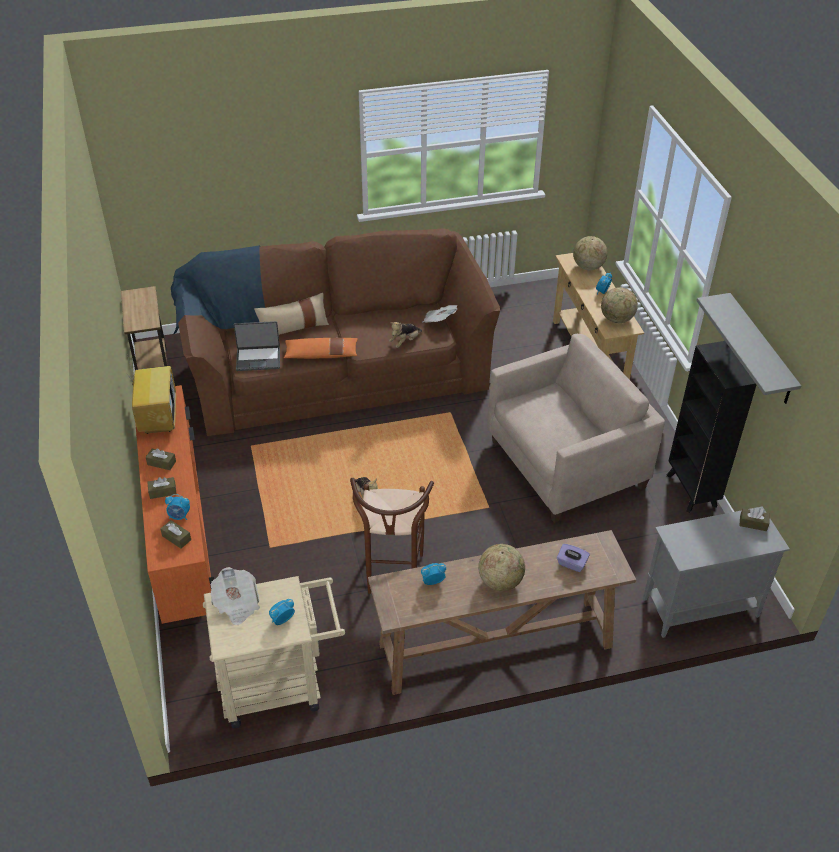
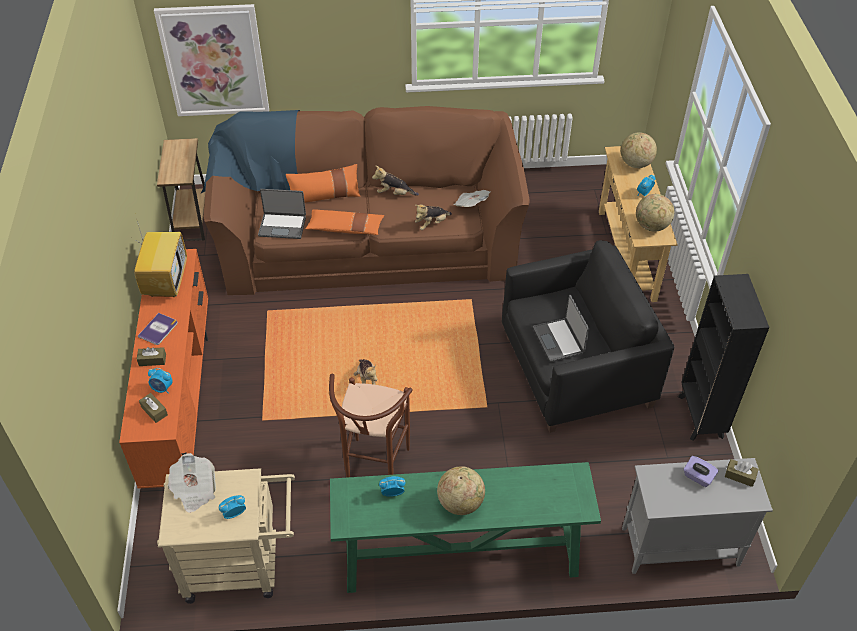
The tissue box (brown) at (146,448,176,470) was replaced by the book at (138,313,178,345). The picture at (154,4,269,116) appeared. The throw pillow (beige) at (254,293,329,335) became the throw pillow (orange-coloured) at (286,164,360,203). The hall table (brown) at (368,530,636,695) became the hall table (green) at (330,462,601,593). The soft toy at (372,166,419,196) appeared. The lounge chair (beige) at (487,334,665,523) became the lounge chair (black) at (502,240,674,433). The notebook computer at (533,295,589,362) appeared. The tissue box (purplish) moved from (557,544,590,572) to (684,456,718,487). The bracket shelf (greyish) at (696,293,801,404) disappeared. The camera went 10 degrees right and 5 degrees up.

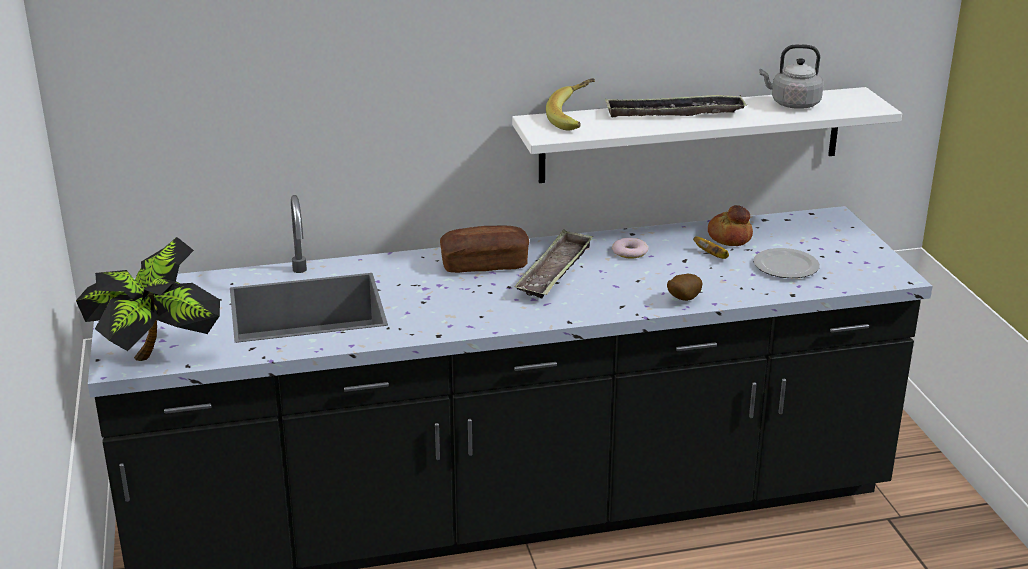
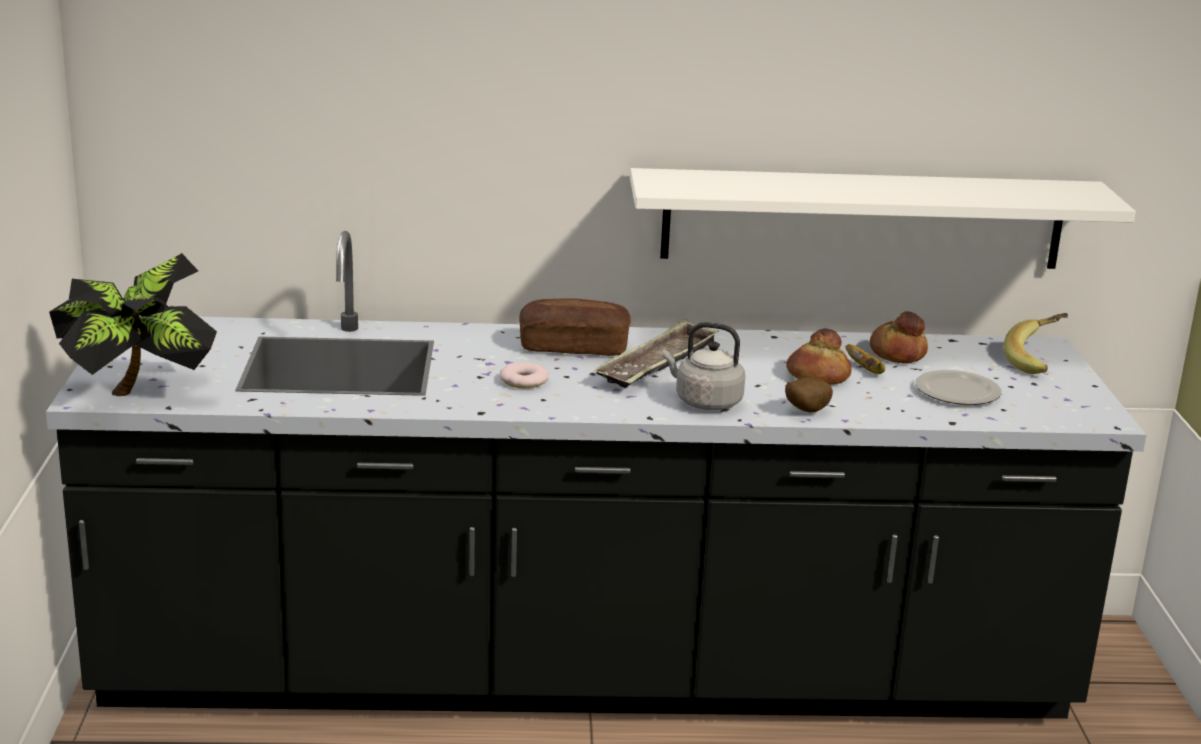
The doughnut moved from (612,238,649,259) to (500,362,549,389). The tea kettle (greyish) moved from (759,44,824,109) to (662,322,745,410). The baked bread at (786,328,851,385) appeared. The banana moved from (546,78,595,131) to (1004,313,1068,374). The serving tray at (605,95,747,117) disappeared. The camera went 10 degrees right and 5 degrees down.

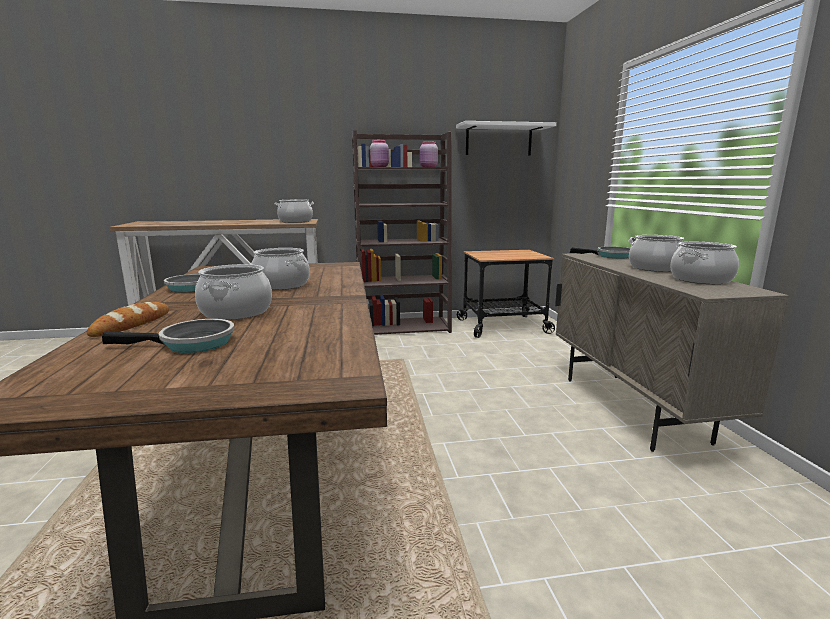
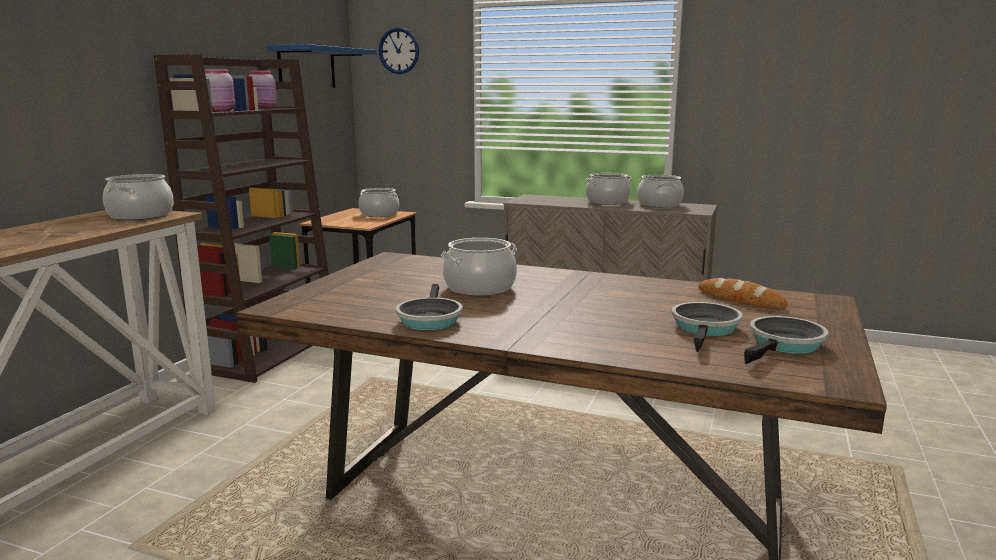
The bracket shelf (whitish) at (456,121,557,156) became the bracket shelf (bluish) at (267,44,377,88). The stockpot moved from (195,264,272,320) to (359,188,399,217). The hanging clock at (379,27,419,74) appeared. The baked bread moved from (87,302,169,337) to (699,278,788,308). The skillet moved from (570,246,630,259) to (744,316,828,364). The camera went 60 degrees left and 0 degrees up.

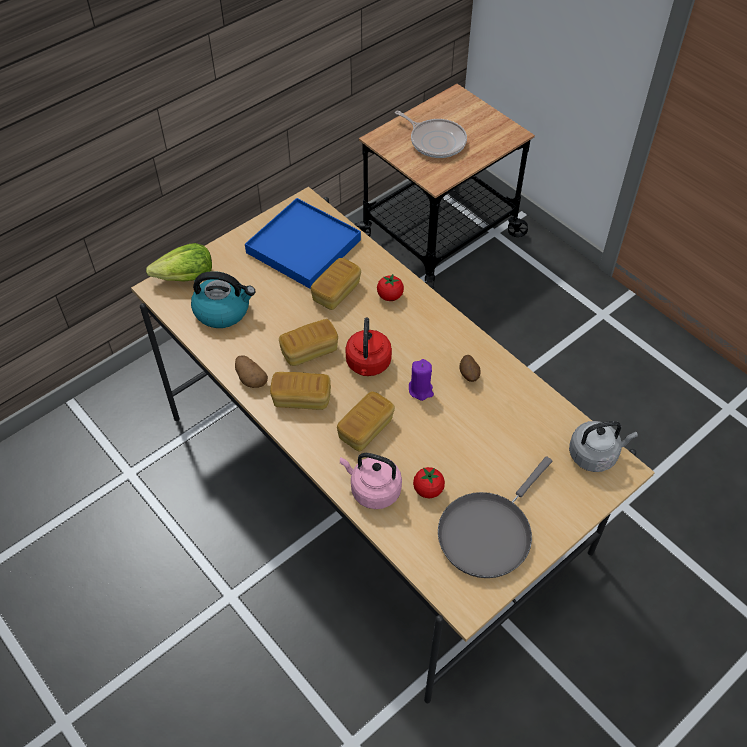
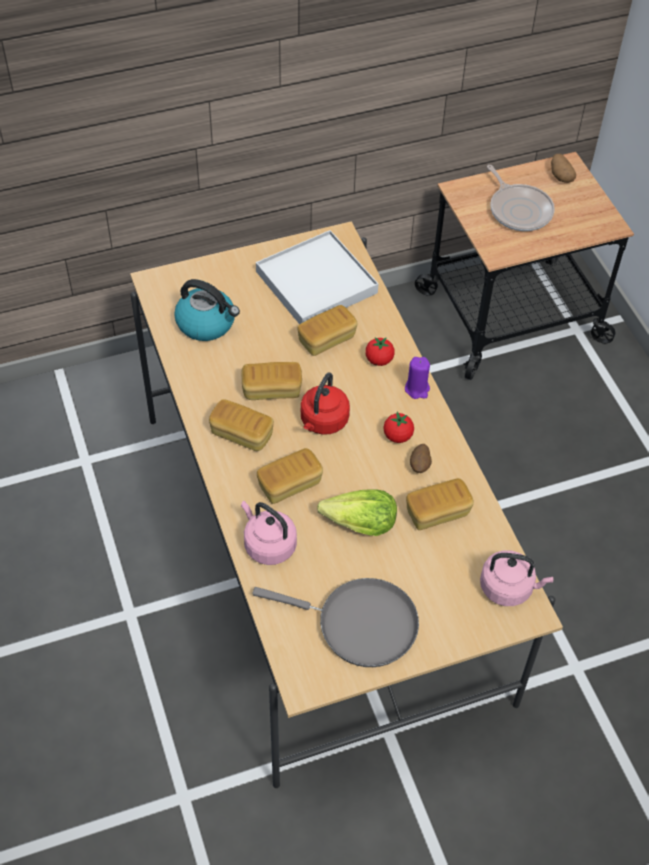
The skillet (greyish) at (438,456,552,578) turned 135 degrees counterclockwise. The serving tray (bluish) at (245,198,361,289) became the serving tray (whitish) at (256,230,378,324). The head of lettuce moved from (146,243,212,282) to (317,489,397,536). The fresh tomato moved from (413,467,445,498) to (383,412,414,443). The wax candle (purplish) moved from (409,359,434,401) to (405,357,430,399). The baked bread at (406,478,474,530) appeared. The tea kettle (greyish) at (569,421,638,472) became the tea kettle (pink-coloured) at (480,550,553,606). The potato moved from (235,355,268,388) to (551,154,576,183). The camera went 20 degrees right and 0 degrees up.

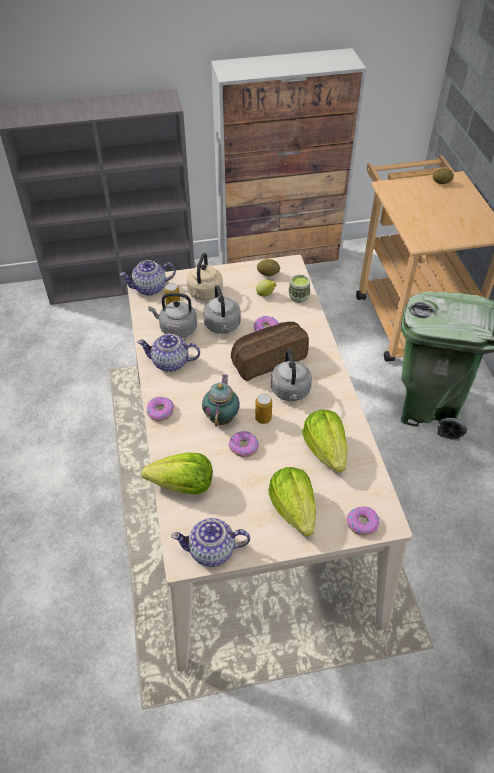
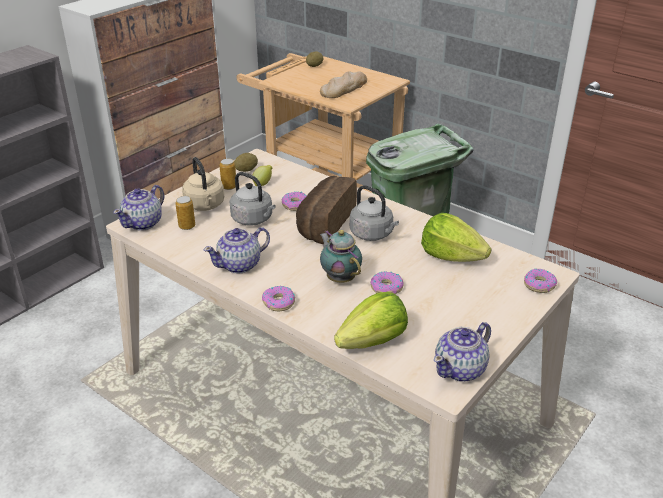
The metal can moved from (255,394,272,424) to (219,158,236,190). The baked bread at (320,71,367,98) appeared. The tea kettle (greyish) at (148,293,197,338) disappeared. The head of lettuce at (268,467,316,536) disappeared. The drinking cup at (288,274,310,303) disappeared. The camera went 40 degrees left and 15 degrees down.

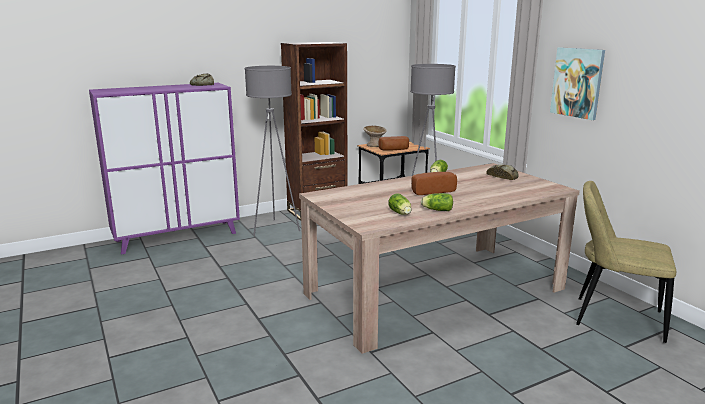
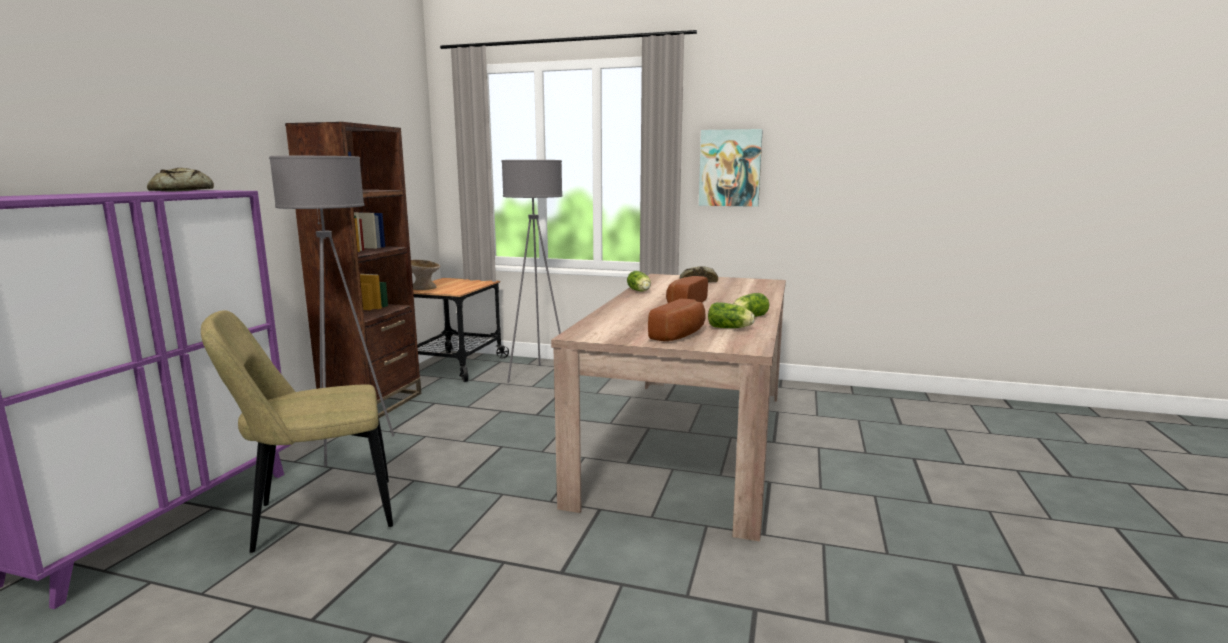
The plain chair (beige) moved from (576,181,676,343) to (201,310,393,553). The baked bread moved from (379,136,409,150) to (648,299,706,341). The camera went 45 degrees left and 5 degrees down.

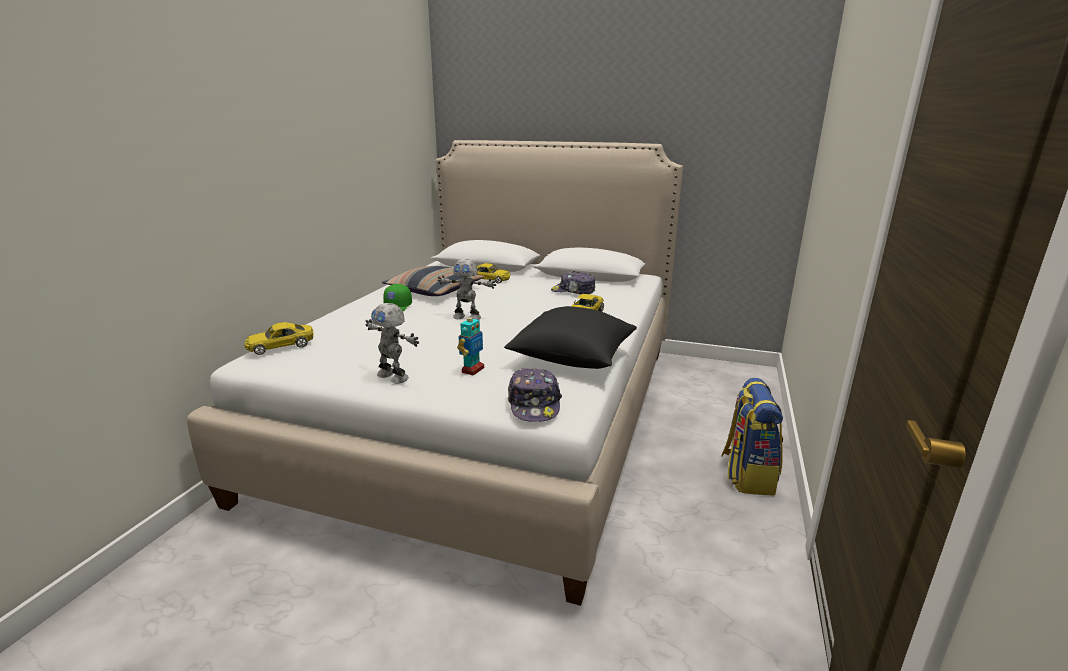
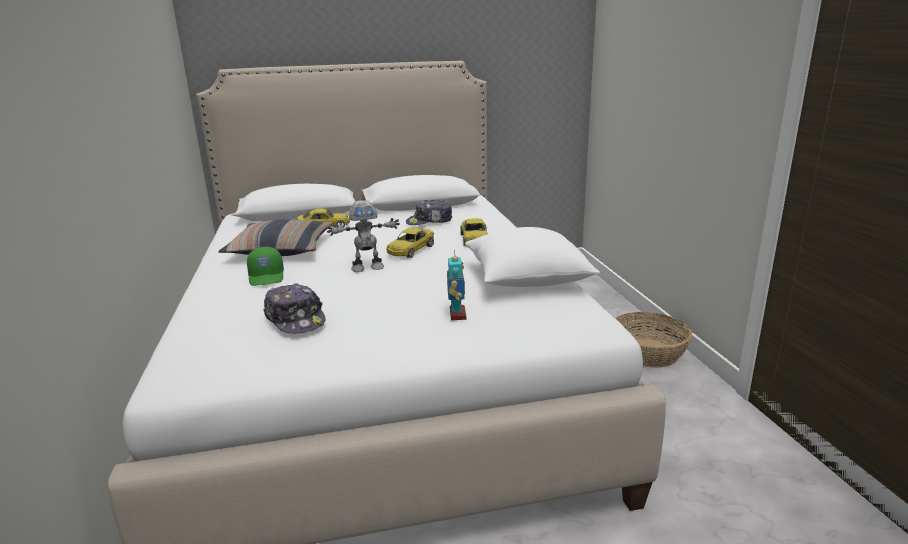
The baseball cap moved from (508,368,562,422) to (263,284,326,334). The model car (yellow) moved from (244,322,314,355) to (387,228,434,258). The throw pillow (black) at (504,306,637,369) became the throw pillow (whitish) at (465,227,600,287). The rucksack at (721,378,783,496) was replaced by the storage basket at (615,312,692,368). The robot figure at (365,303,419,384) disappeared. The camera went 30 degrees left and 0 degrees up.

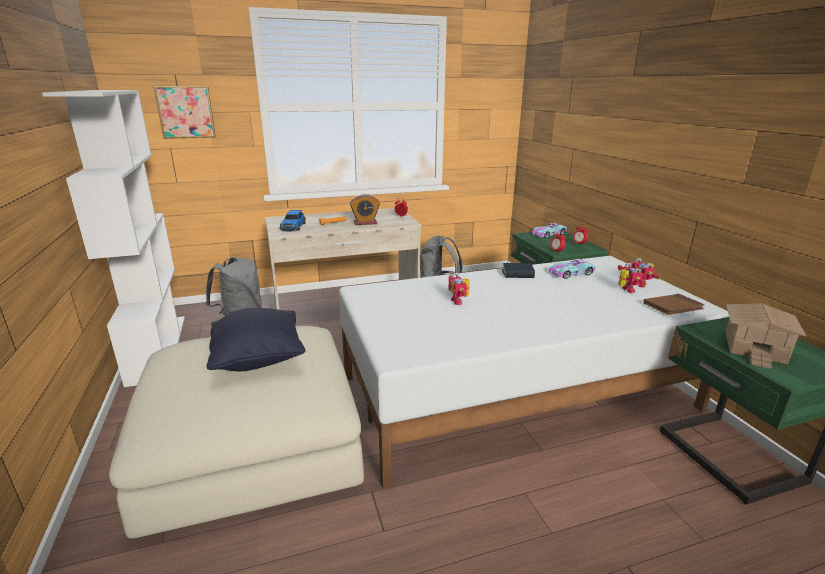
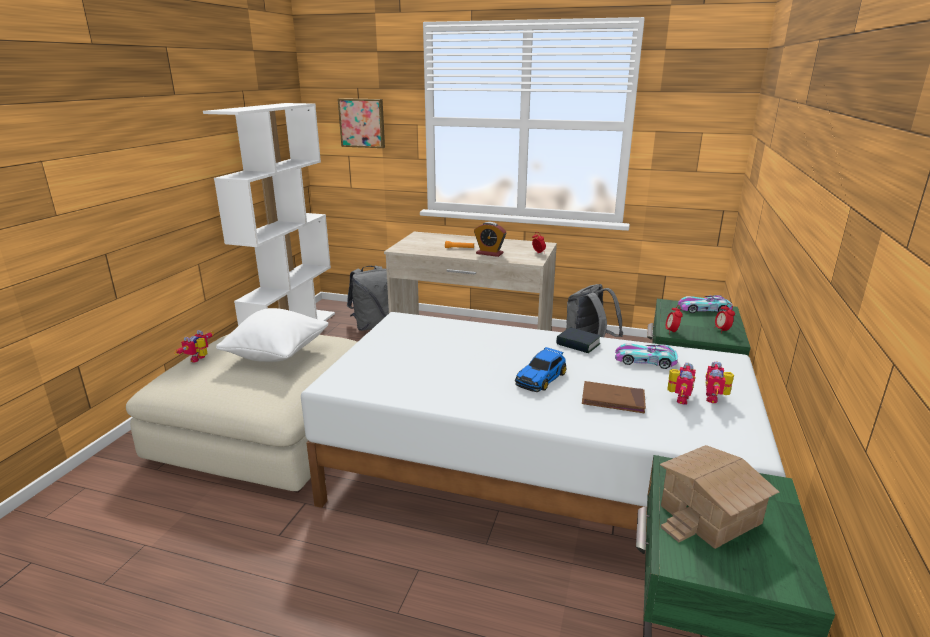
The robot figure moved from (448,273,470,305) to (174,330,214,363). The throw pillow (black) at (207,308,305,371) became the throw pillow (whitish) at (216,308,328,362). The model car moved from (280,210,306,231) to (515,347,567,392). The book (brown) moved from (643,294,705,315) to (582,381,646,413). The camera went 35 degrees right and 0 degrees up.

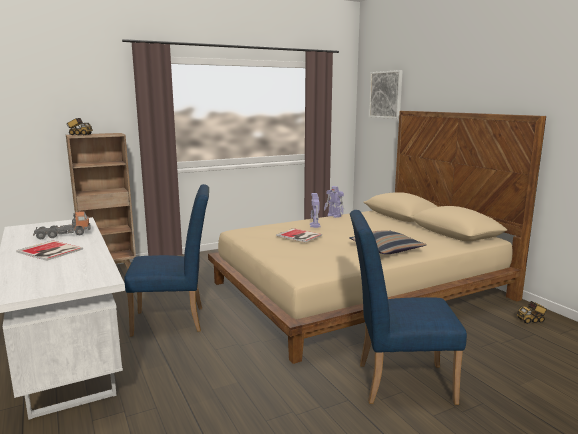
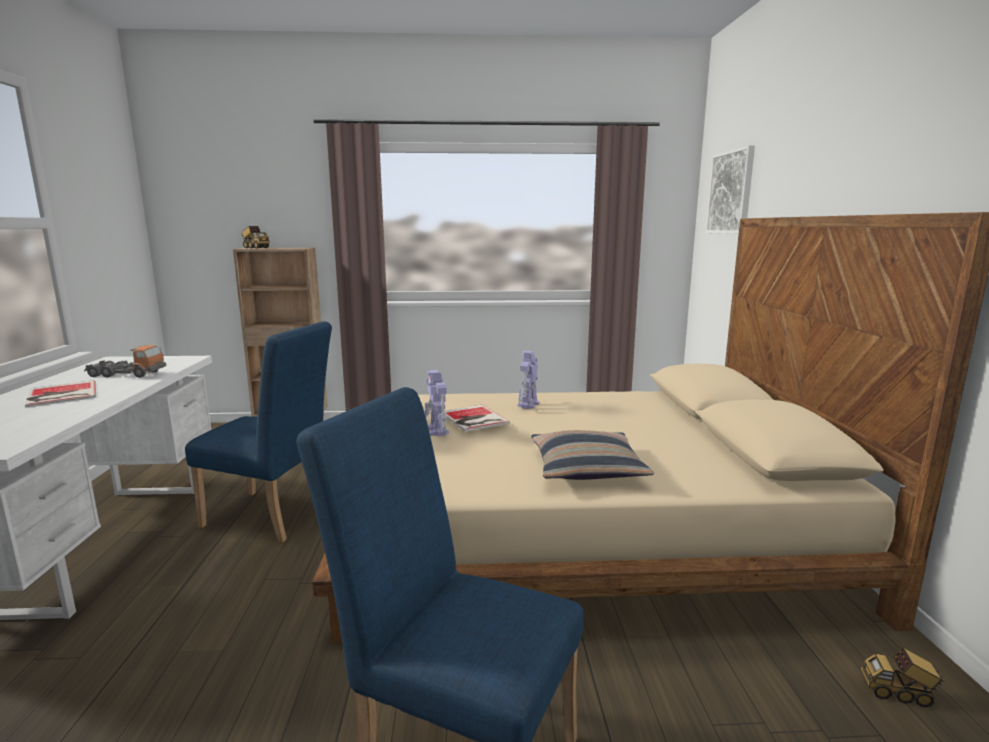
The robot figure moved from (324,186,344,218) to (425,370,449,436). The camera went 25 degrees right and 0 degrees up.

